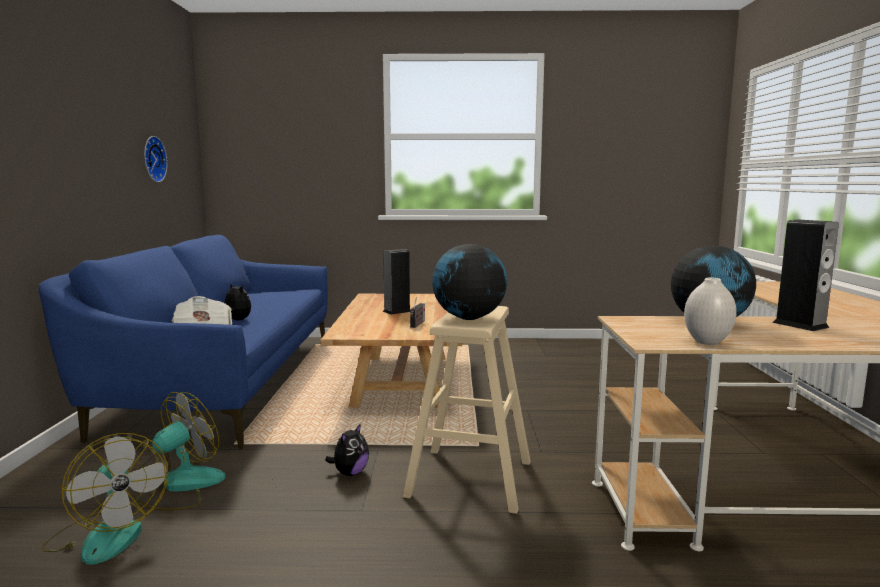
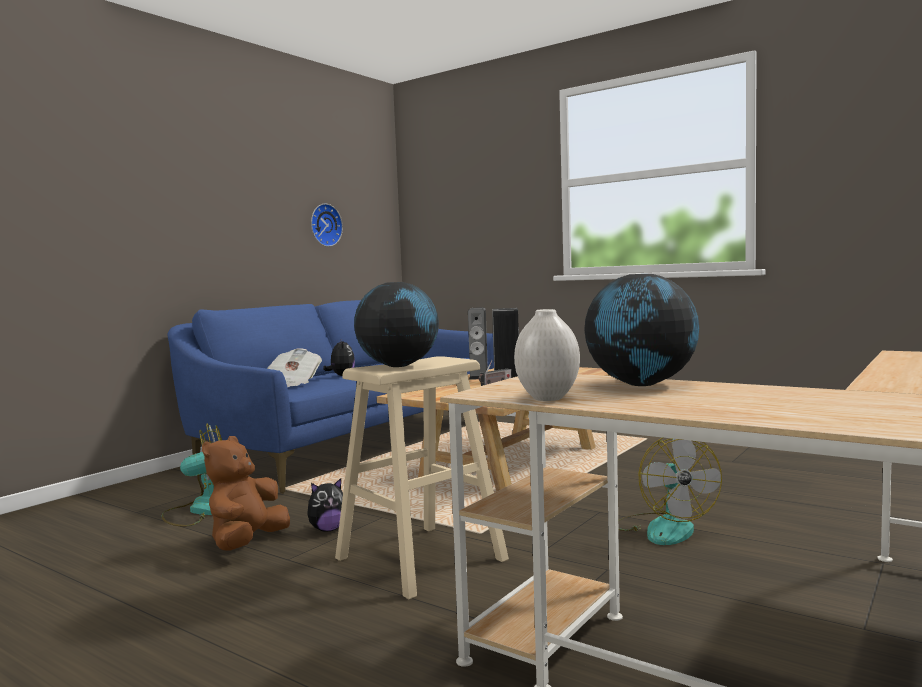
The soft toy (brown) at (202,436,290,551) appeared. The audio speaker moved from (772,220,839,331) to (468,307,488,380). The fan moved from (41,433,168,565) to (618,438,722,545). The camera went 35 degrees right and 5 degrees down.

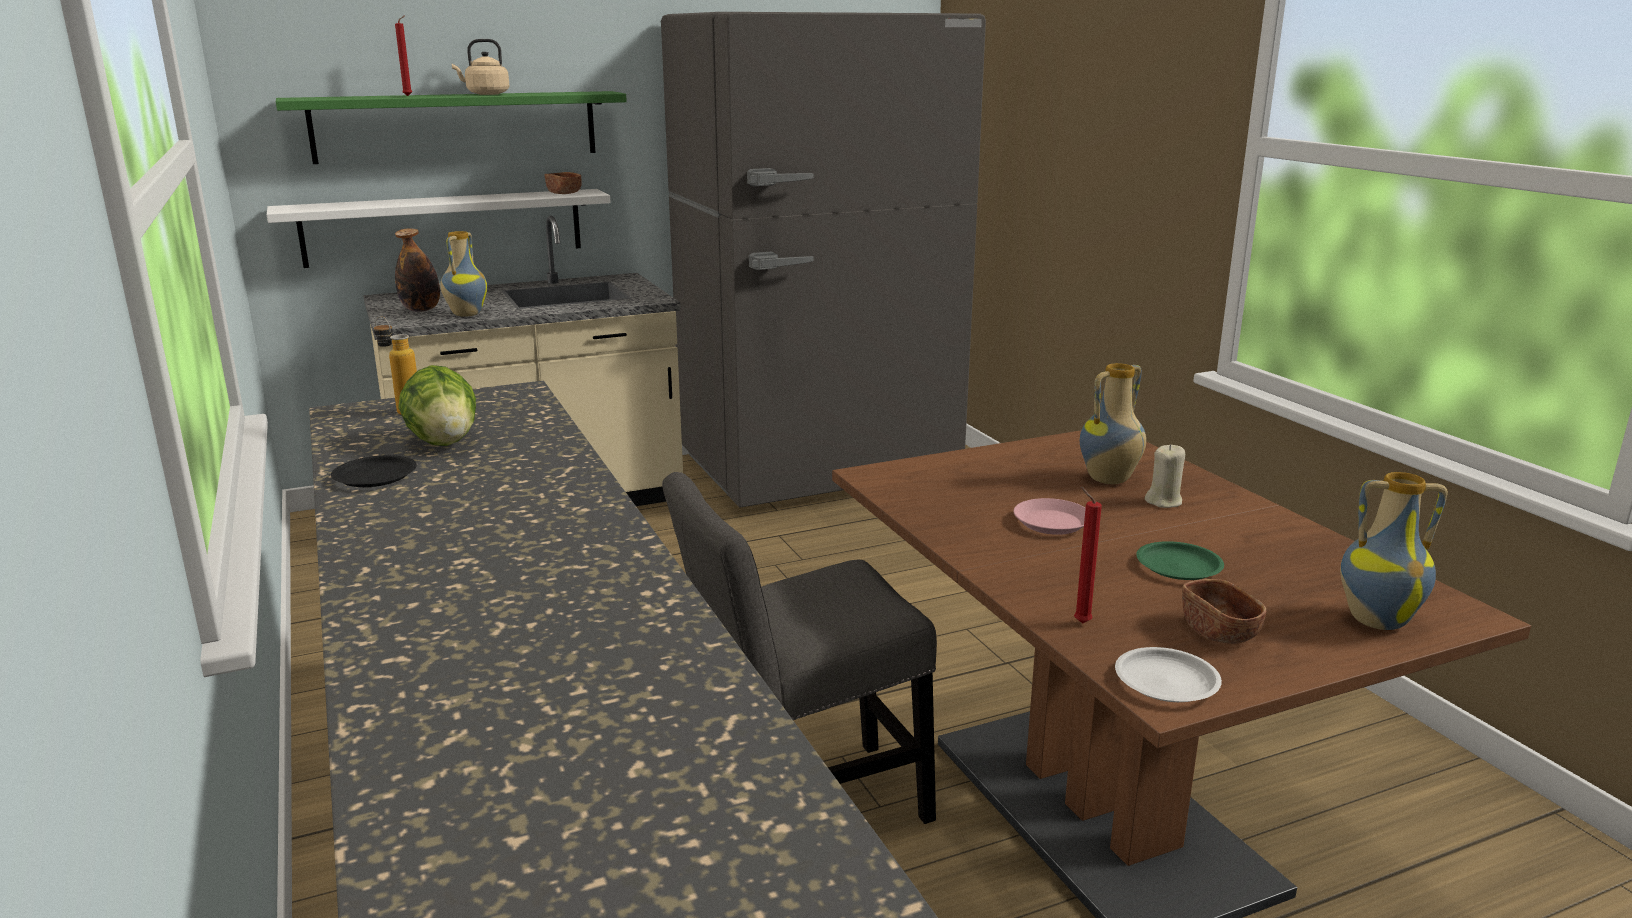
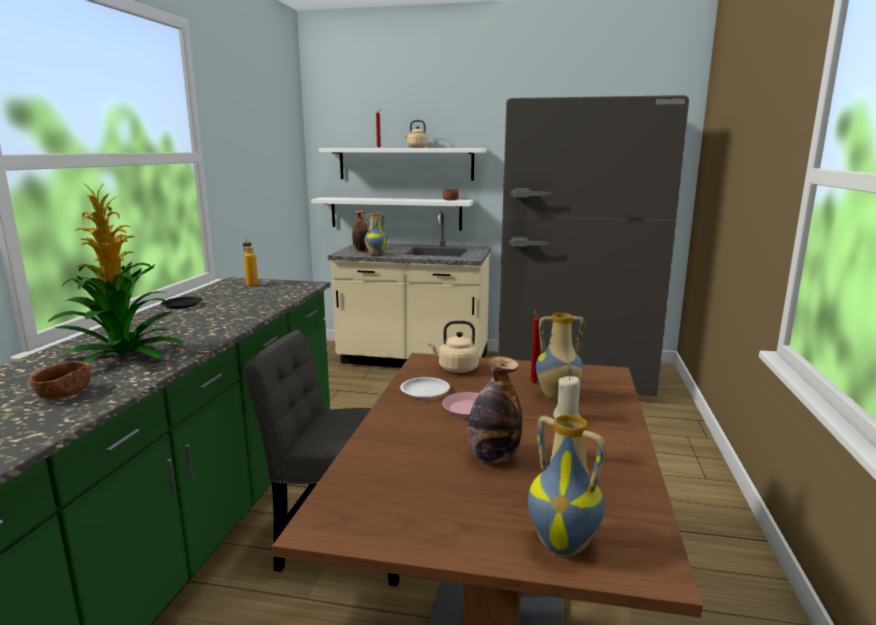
The bowl (brown) moved from (1182,579,1266,644) to (29,362,91,400). The potted plant at (48,182,186,363) appeared. The bracket shelf (green) at (276,91,627,164) became the bracket shelf (whitish) at (319,148,486,181). The dinner plate (whitish) moved from (1115,647,1222,702) to (400,377,450,398). The tea kettle (beige) at (428,321,479,373) appeared. The dinner plate (green) at (1136,541,1224,580) was replaced by the beverage bottle at (468,356,522,463). The wax candle (red-coloured) moved from (1074,487,1102,623) to (530,309,541,383). The head of lettuce at (398,365,476,446) disappeared. The camera went 35 degrees right and 5 degrees down.

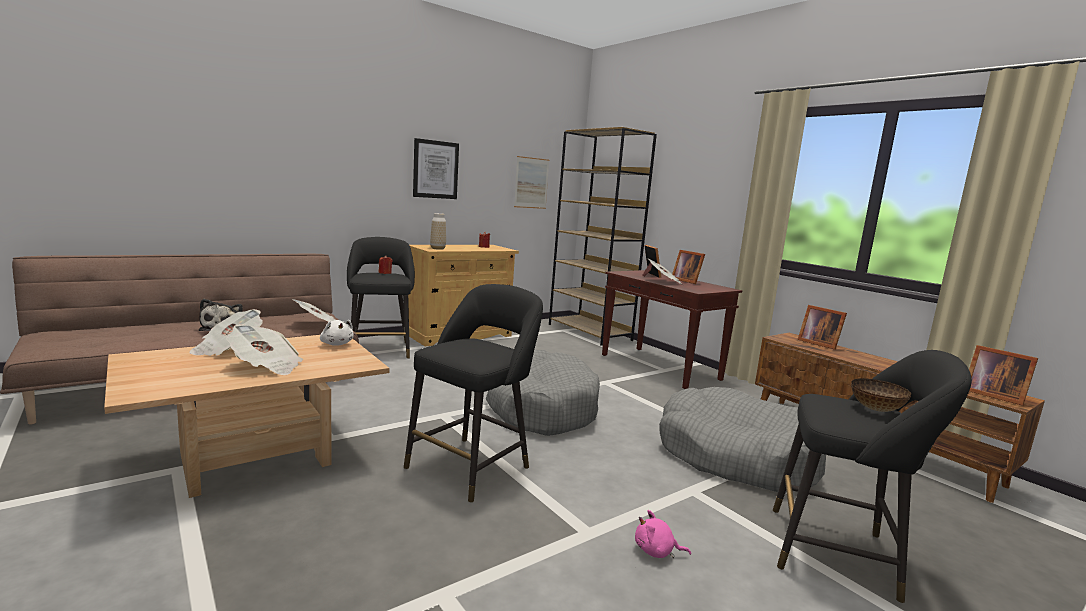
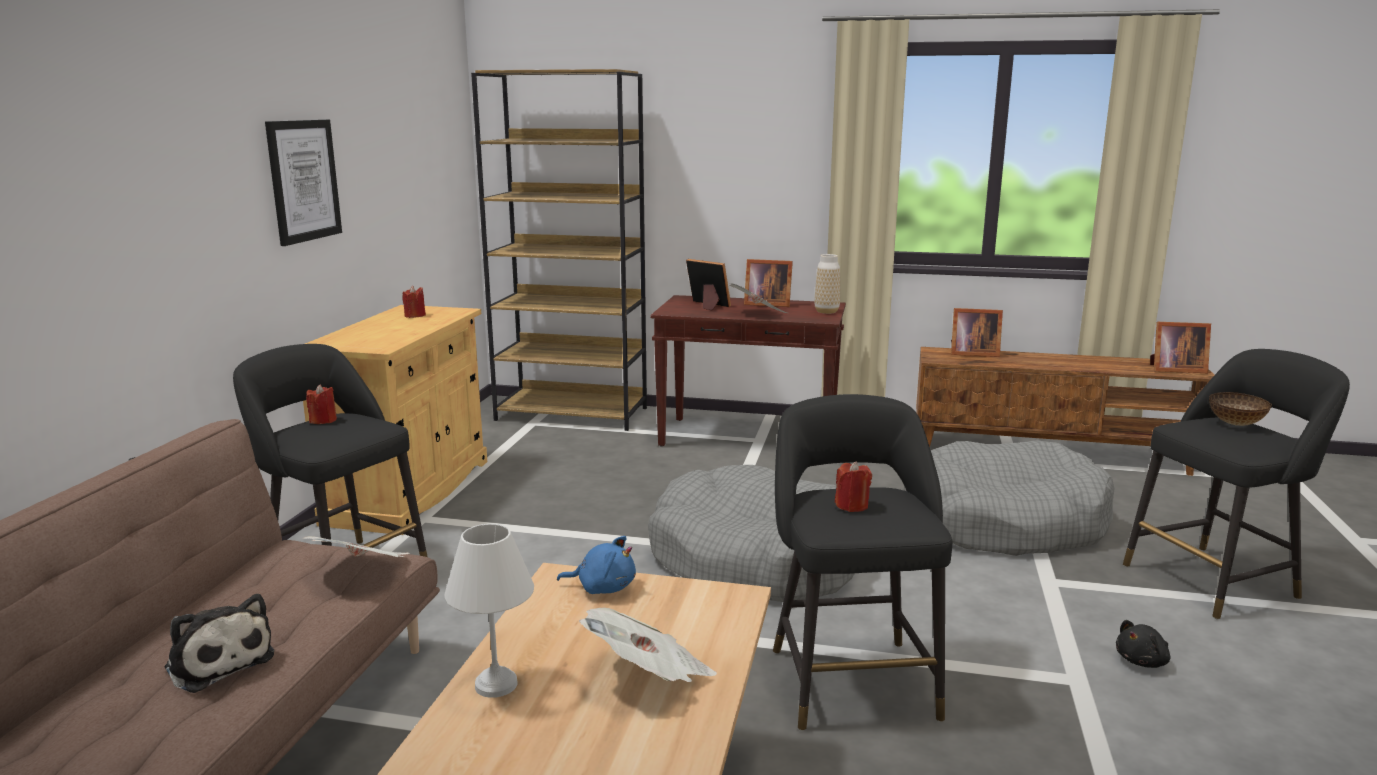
The printed paper at (189,309,263,356) was replaced by the lamp for a table (whitish) at (444,524,534,698). The soft toy (whitish) at (320,320,354,346) became the soft toy (bluish) at (557,536,636,594). The flower vase moved from (430,213,446,250) to (814,254,840,314). The wax candle (red-coloured) at (835,461,872,512) appeared. The soft toy (pink-coloured) at (635,510,691,558) became the soft toy (black) at (1116,620,1170,668). The picture at (514,156,550,209) disappeared. The camera went 40 degrees left and 5 degrees up.

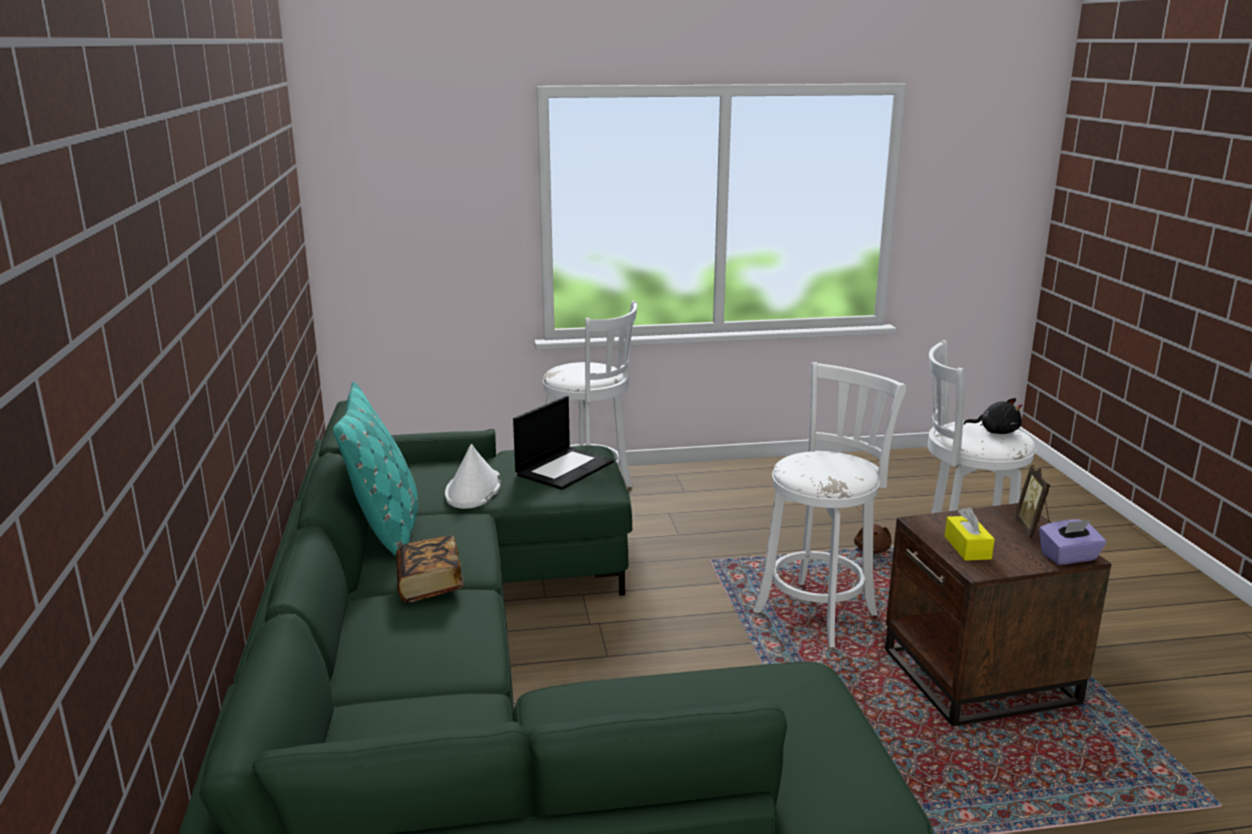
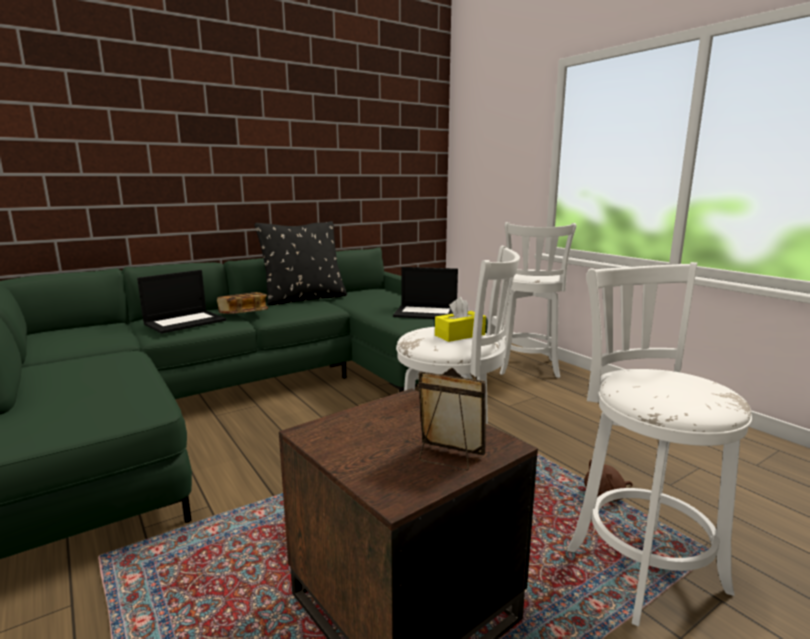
The notebook computer at (137,270,226,334) appeared. The throw pillow (turquoise-coloured) at (333,382,418,556) became the throw pillow (black) at (255,221,347,305). The picture frame at (1014,465,1050,539) turned 45 degrees clockwise. The tissue box (yellow) moved from (945,507,995,561) to (435,297,486,342). The hat (whitish) at (445,444,501,509) disappeared. The soft toy (black) at (964,398,1022,434) disappeared. The tissue box (purplish) at (1039,520,1106,565) disappeared. The camera went 65 degrees right and 5 degrees down.

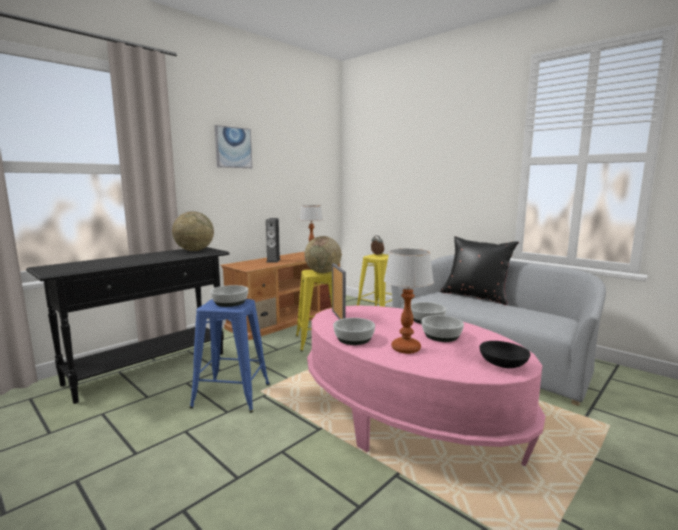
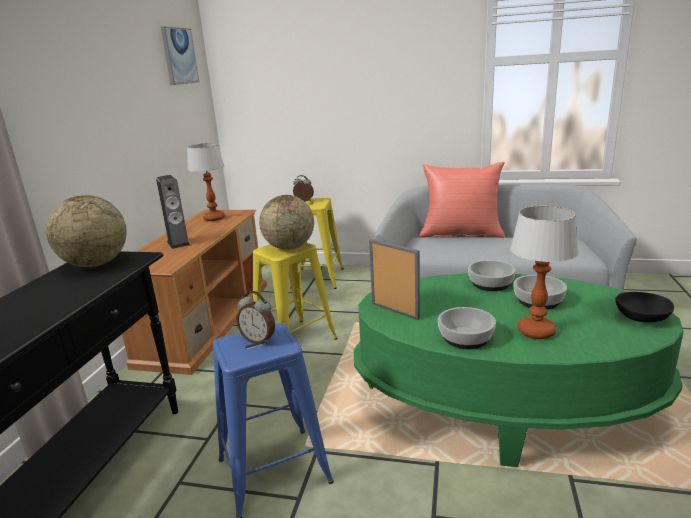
The picture moved from (215,125,252,168) to (161,26,199,85). The bowl at (210,285,248,307) was replaced by the alarm clock at (236,291,275,344). The lounge table (pink-coloured) at (307,305,545,466) became the lounge table (green) at (354,273,684,467). The throw pillow (black) at (440,236,519,305) became the throw pillow (red-coloured) at (419,162,505,238). The camera went 30 degrees left and 10 degrees up.

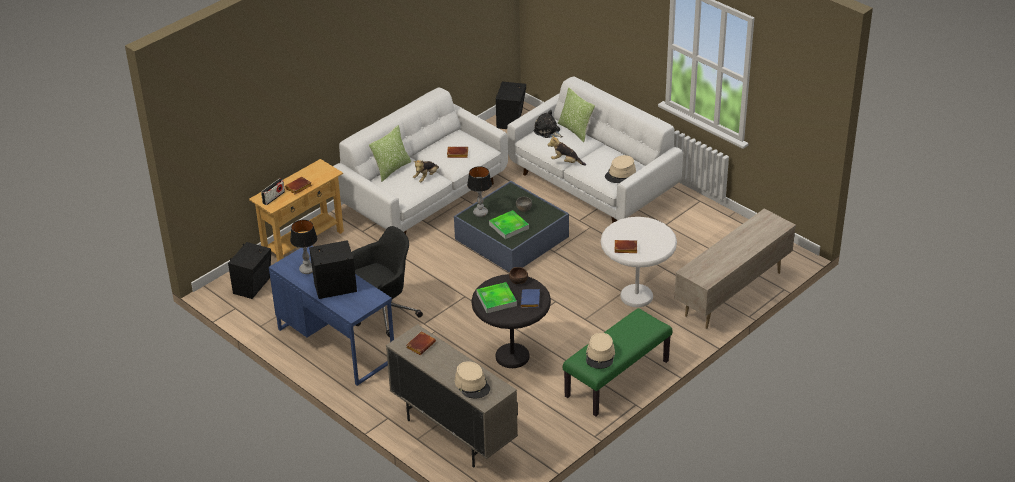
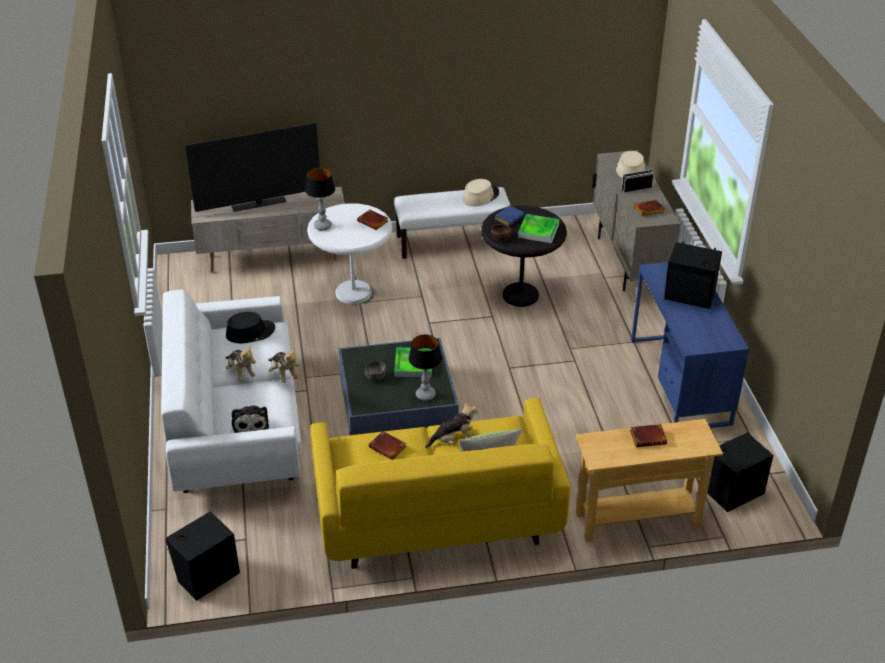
The TV set at (185,123,320,212) appeared. The hat (beige) at (605,155,636,183) became the hat (black) at (226,312,275,343). The soft toy at (226,346,256,380) appeared. The lamp for a table moved from (290,220,317,274) to (305,168,335,230). The sofa (whitish) at (333,87,508,234) became the sofa (yellow) at (310,398,570,569). The long seat (green) at (563,308,672,416) became the long seat (whitish) at (394,187,511,259). The radio receiver moved from (261,178,285,205) to (622,170,653,192). The computer chair (black) at (352,226,423,337) disappeared. The throw pillow at (558,87,595,142) disappeared. The camera went 145 degrees left and 0 degrees up.

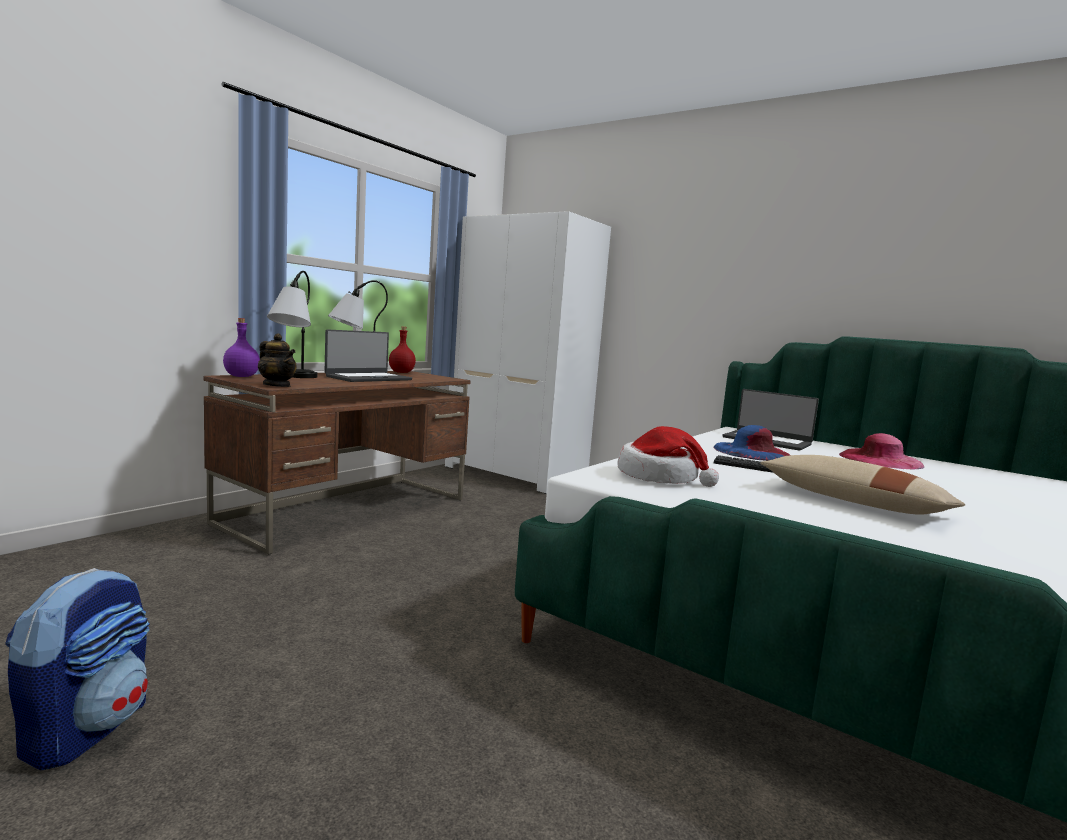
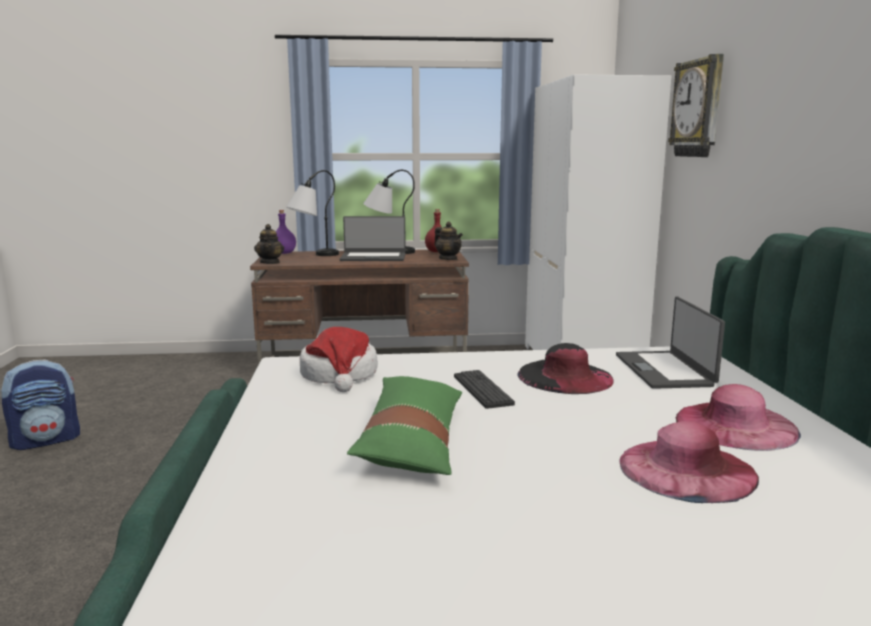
The throw pillow (beige) at (760,455,966,515) became the throw pillow (green) at (347,376,462,475). The teapot at (434,222,463,260) appeared. The hat (bluish) at (713,425,790,461) became the hat (black) at (517,343,614,394). The hat (pink-coloured) at (620,421,759,503) appeared. The hanging clock at (668,54,724,157) appeared. The camera went 50 degrees right and 5 degrees up.

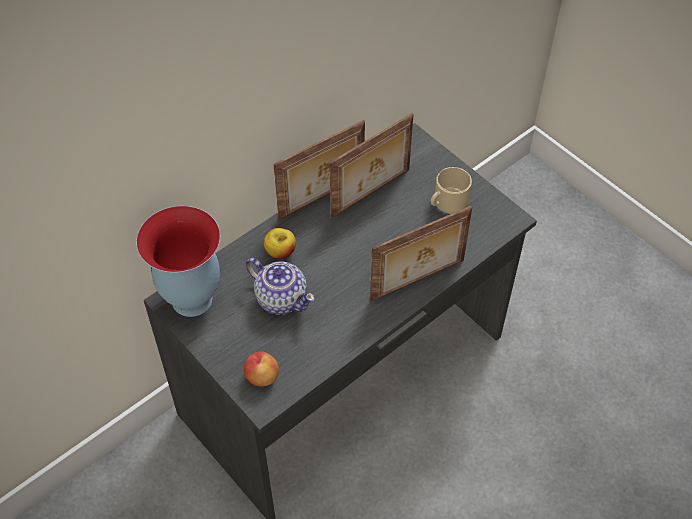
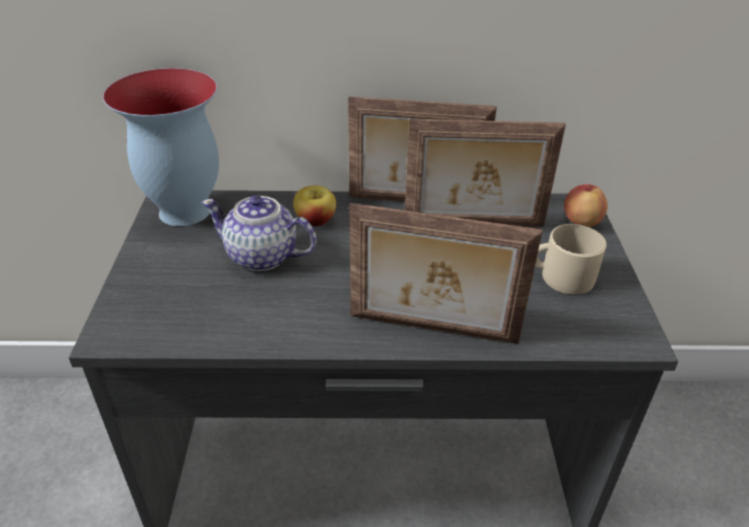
The teapot at (246,258,315,315) turned 120 degrees clockwise. The apple moved from (244,351,279,387) to (564,184,608,227). The camera went 40 degrees right and 15 degrees down.

